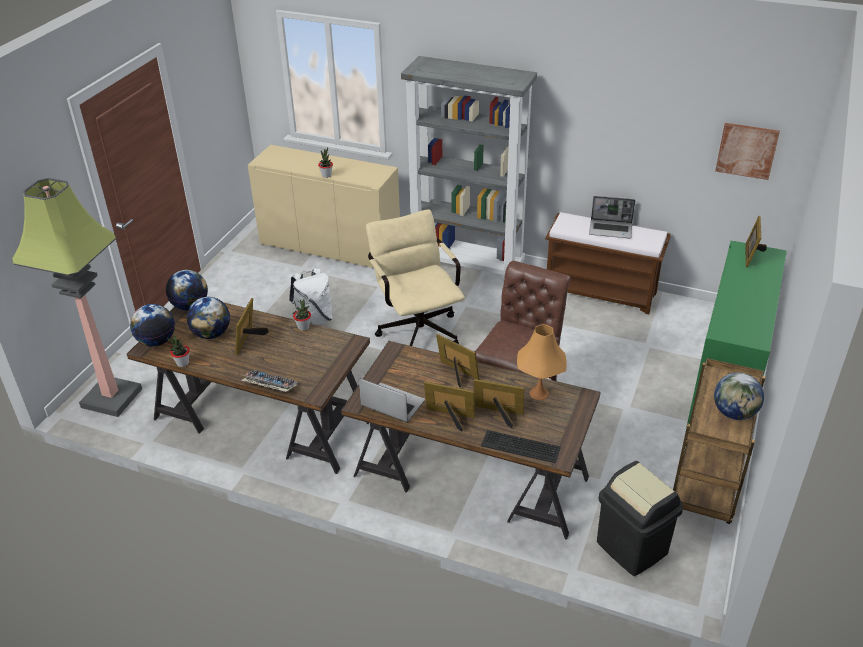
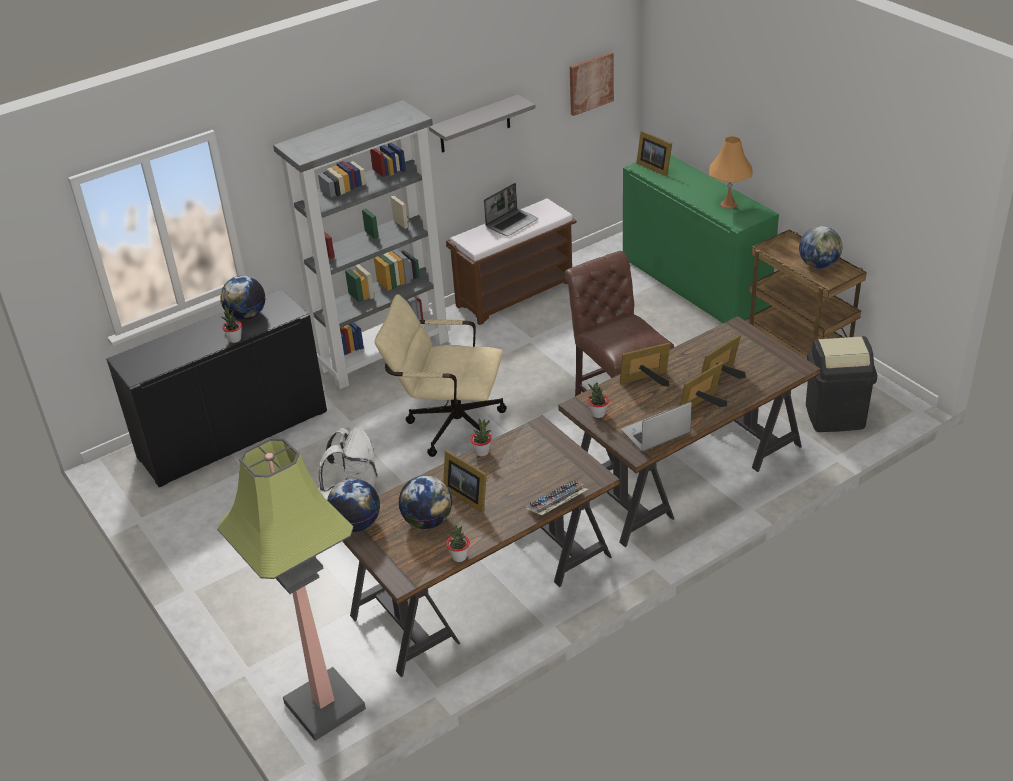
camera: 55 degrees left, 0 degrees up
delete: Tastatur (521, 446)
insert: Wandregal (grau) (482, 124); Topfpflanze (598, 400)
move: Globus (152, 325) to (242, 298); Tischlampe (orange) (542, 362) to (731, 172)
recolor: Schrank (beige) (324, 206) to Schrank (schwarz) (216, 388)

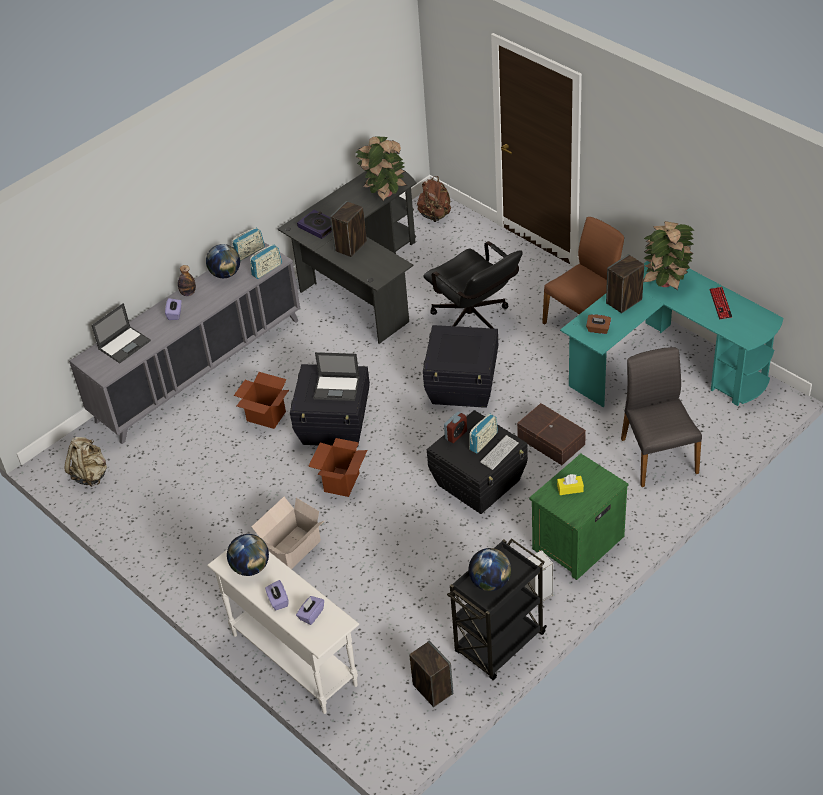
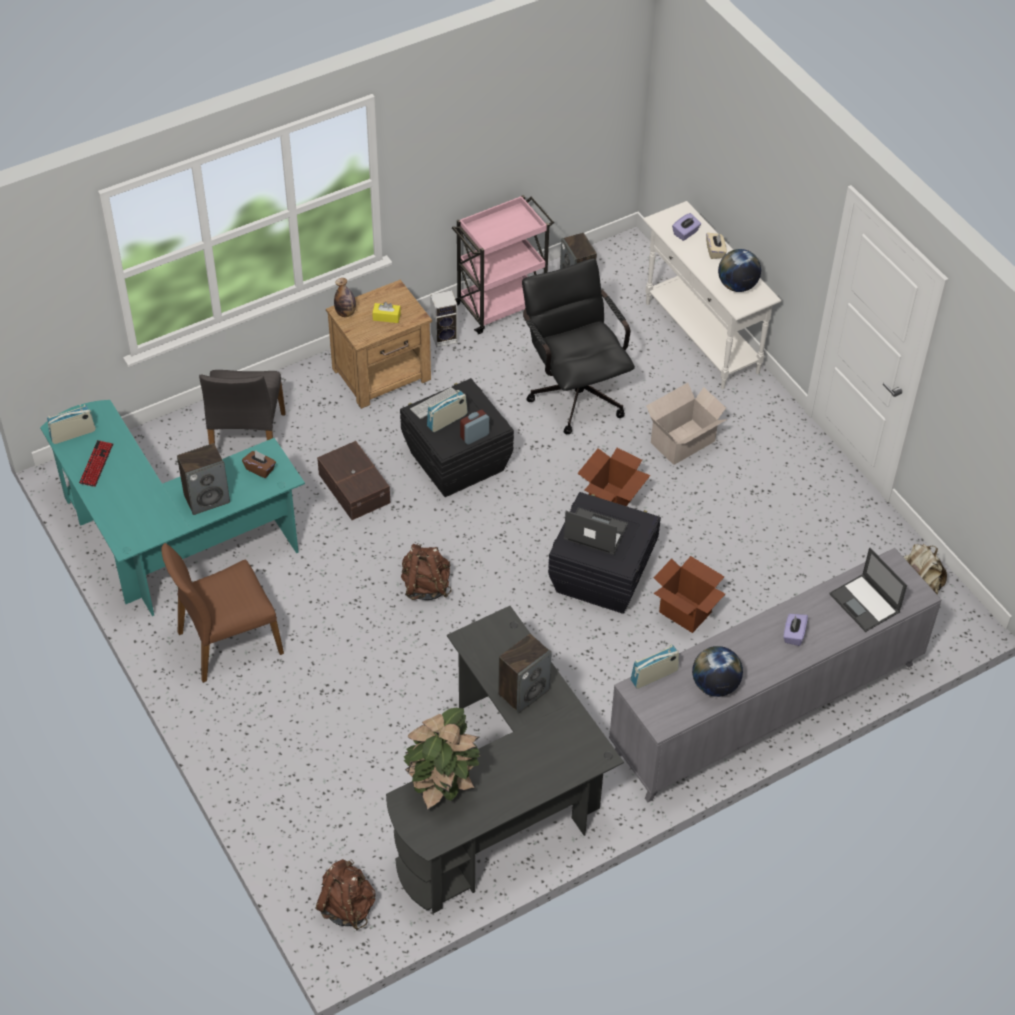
camera: 170 degrees left, 5 degrees up
delete: Buch (314, 224); Topfpflanze (668, 255); Globus (490, 569)
move: Radio (248, 244) to (71, 424); Bürostuhl (schwarz) (473, 285) to (578, 346); Flasche (187, 280) to (345, 297)
replace: Aufbewahrungsbox (schwarz) (461, 366) to Rucksack (braun) (426, 571)
recolor: Nachttisch (grün) (579, 517) to Nachttisch (braun) (379, 344); Rollwagen (schwarz) (497, 609) to Rollwagen (rosa) (503, 264); Taschentuchbox (lila) (277, 595) to Taschentuchbox (beige) (716, 245)
rotate: Laptop (121, 333) = (868, 590) 90 degrees counterclockwise

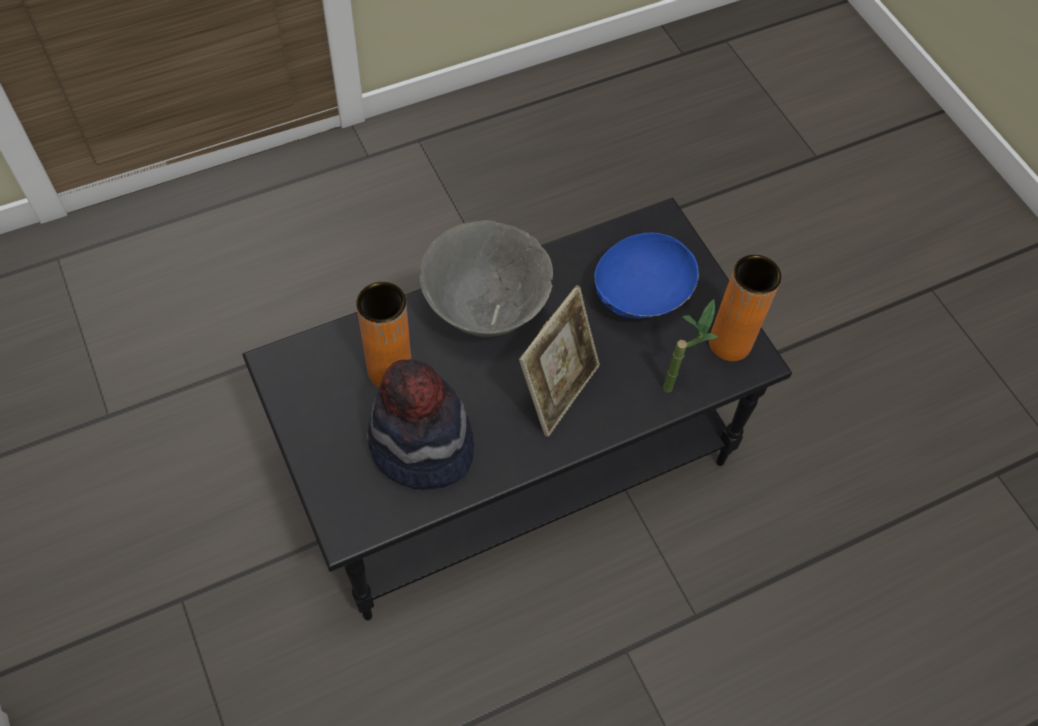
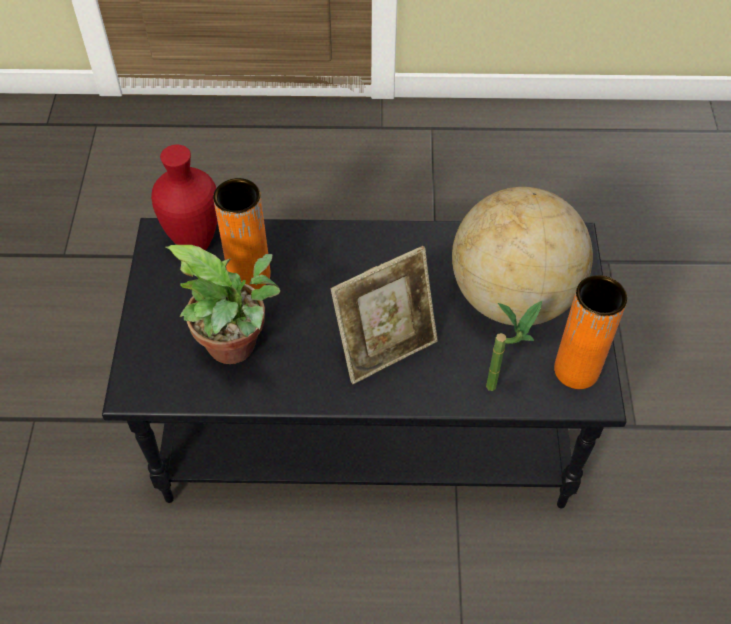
camera: 30 degrees right, 5 degrees down
delete: Schüssel (grau) (486, 279)
insert: Vase (rot) (184, 197)
replace: Schüssel (blau) (646, 276) to Globus (522, 256); Hut (420, 424) to Topfpflanze (222, 304)

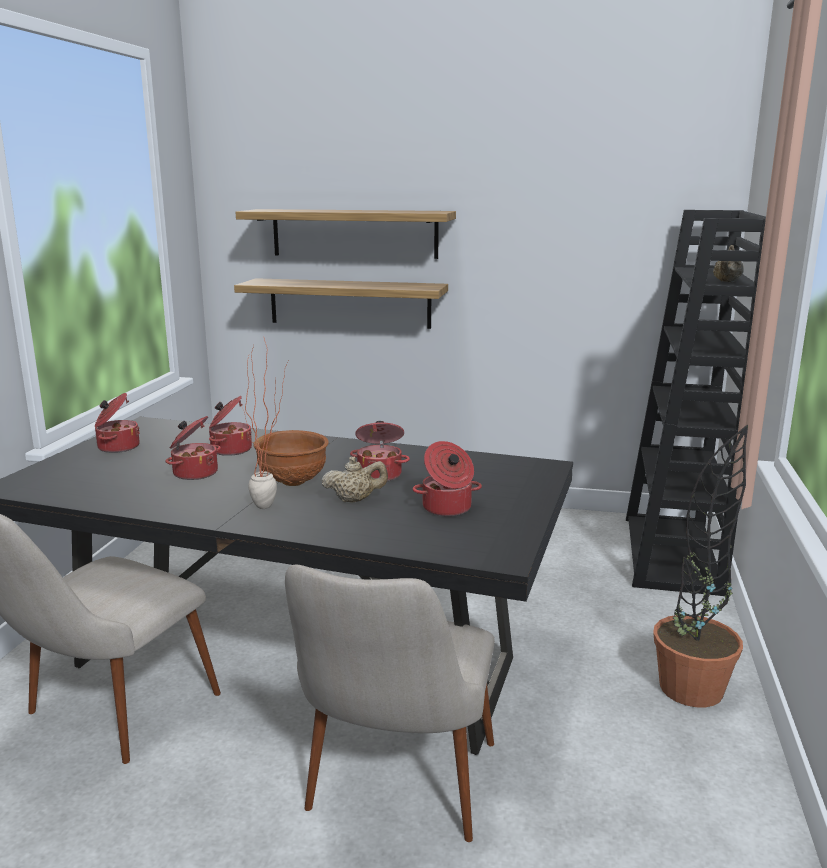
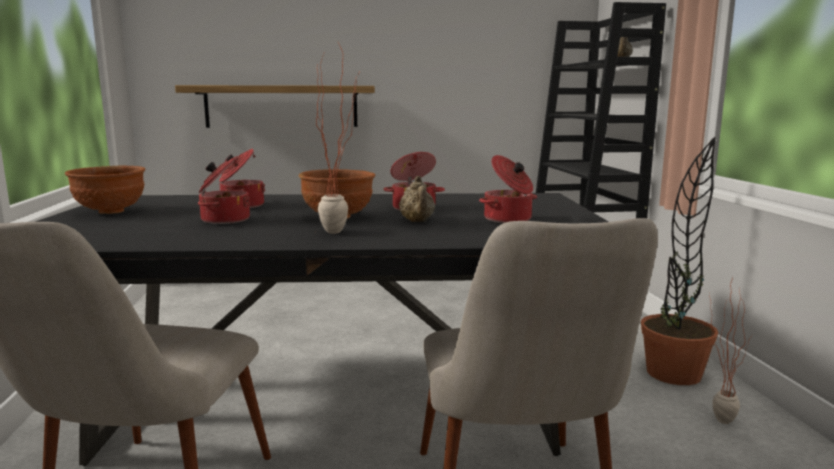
camera: 20 degrees left, 5 degrees down
delete: Wandregal (346, 234)
insert: Topfpflanze (730, 350)
replace: Kochtopf (117, 423) to Schüssel (braun) (105, 190)
rotate: Teekanne (beige) (354, 479) = (417, 199) 105 degrees clockwise

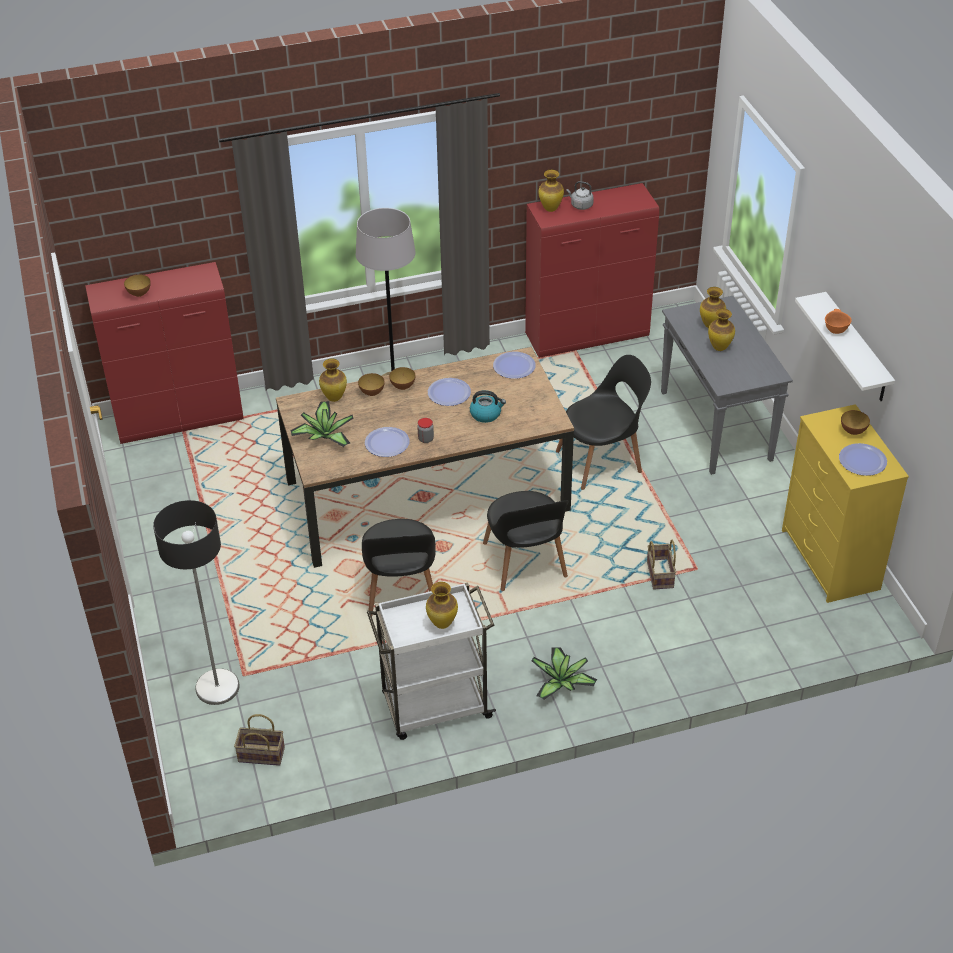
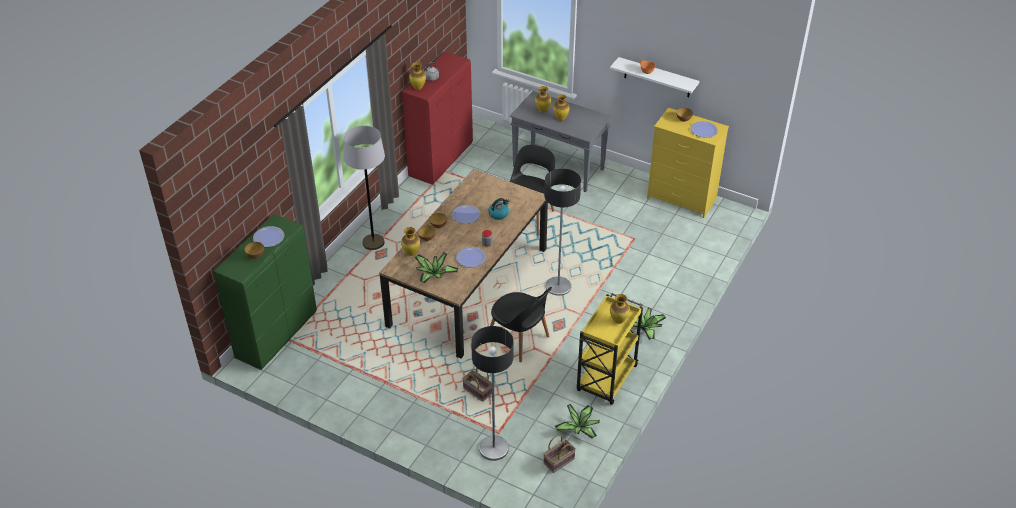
camera: 45 degrees left, 0 degrees up
insert: Topfpflanze (577, 421)
move: Teller (514, 365) to (268, 236); Korb (661, 564) to (477, 384)
replace: Stuhl (schwarz) (526, 541) to Stehlampe (562, 232)
recolor: Schrank (rot) (164, 353) to Schrank (grün) (265, 292); Rollwagen (weiß) (431, 661) to Rollwagen (gelb) (610, 349)

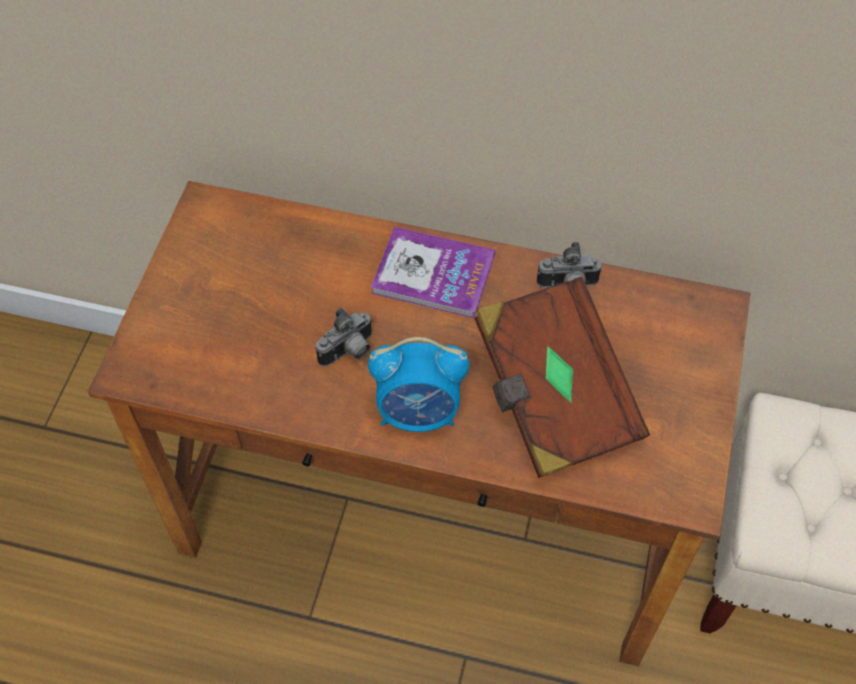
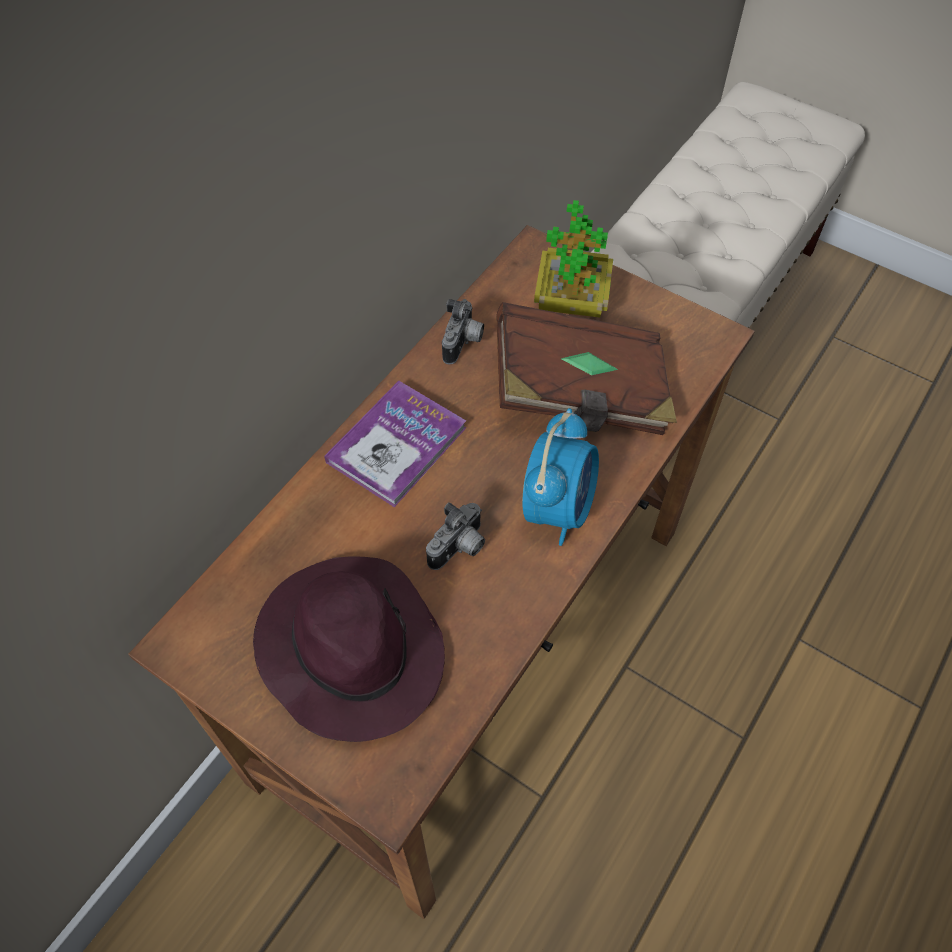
camera: 70 degrees left, 0 degrees up
insert: Topfpflanze (573, 259); Hut (lila) (349, 649)
rotate: Kamera (344, 337) = (455, 536) 60 degrees clockwise

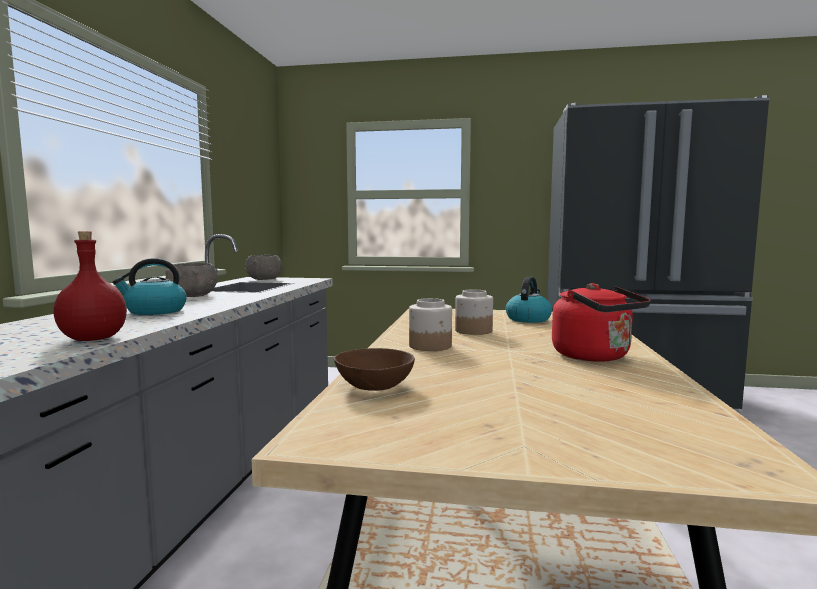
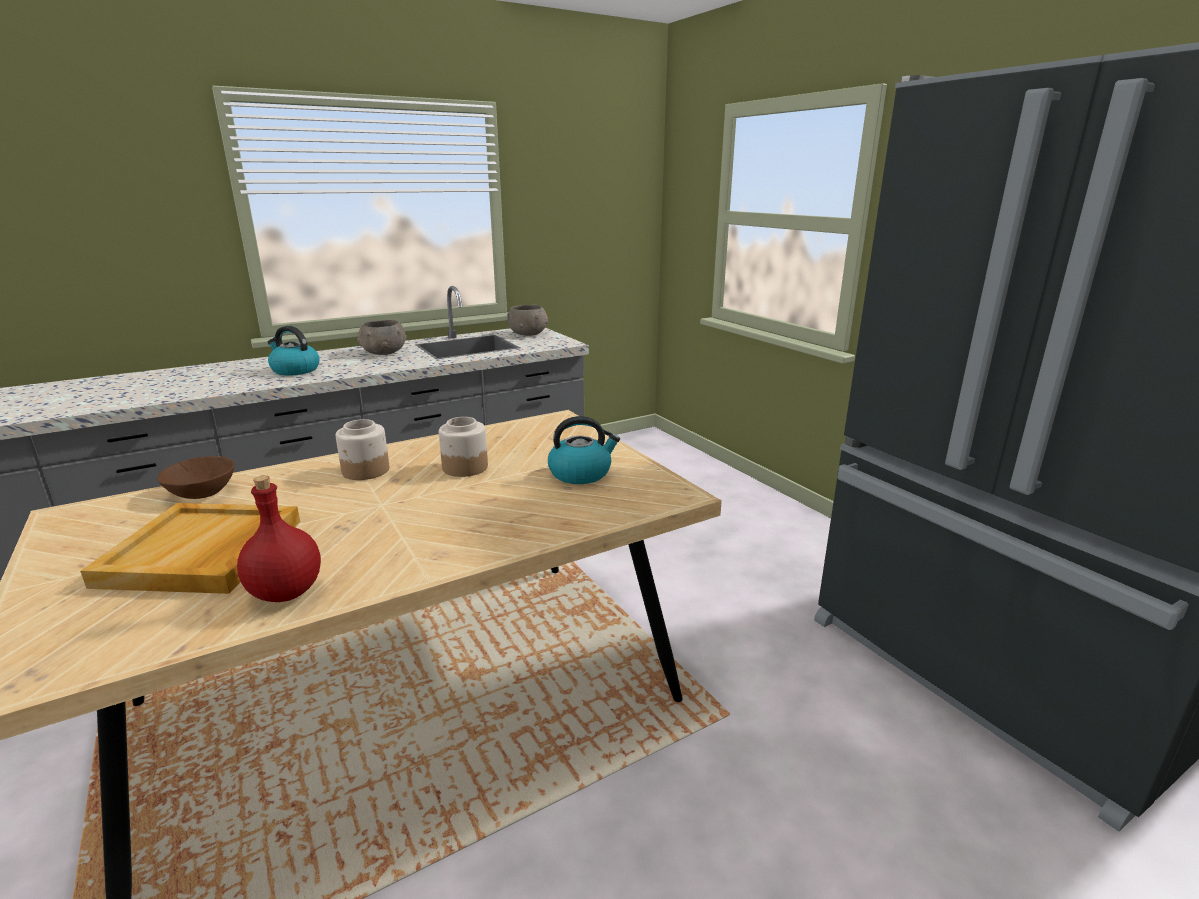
camera: 50 degrees right, 15 degrees up
delete: Wasserkessel (rot) (601, 322)
insert: Tablett (beige) (190, 548)
move: Flasche (rot) (90, 286) to (279, 538)

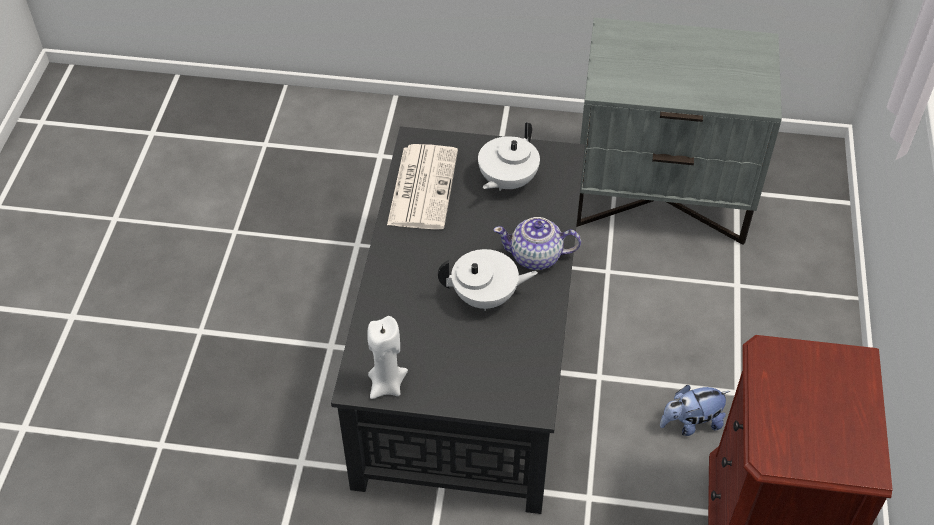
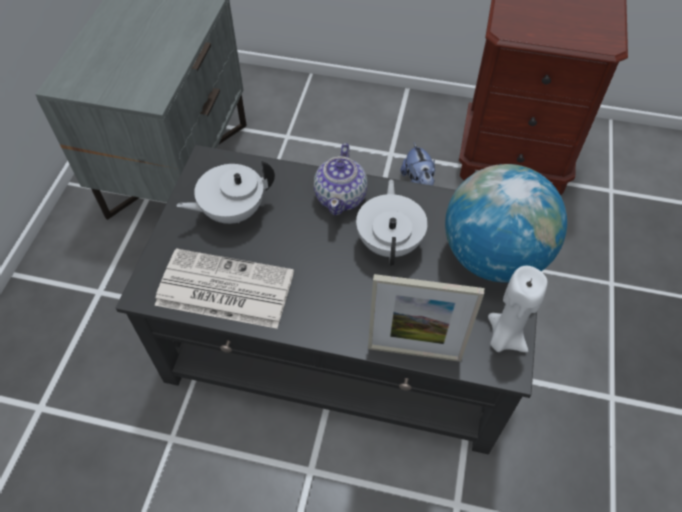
camera: 85 degrees left, 5 degrees up
insert: Globus (506, 223); Bilderrahmen (426, 318)
rotate: Teekanne (weiß) (509, 156) = (225, 192) 120 degrees clockwise

